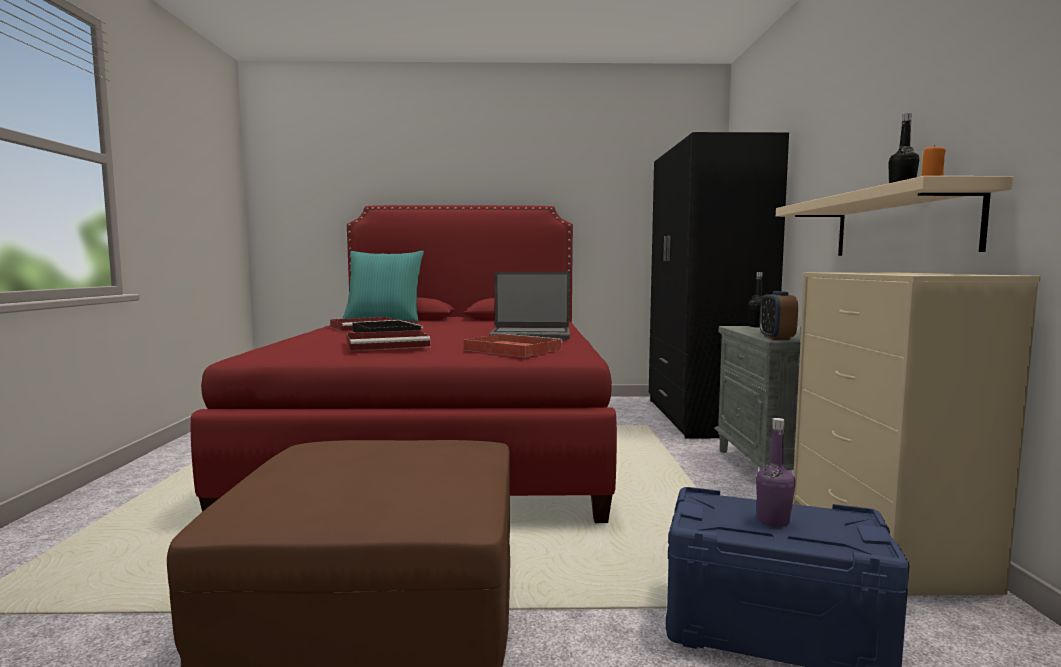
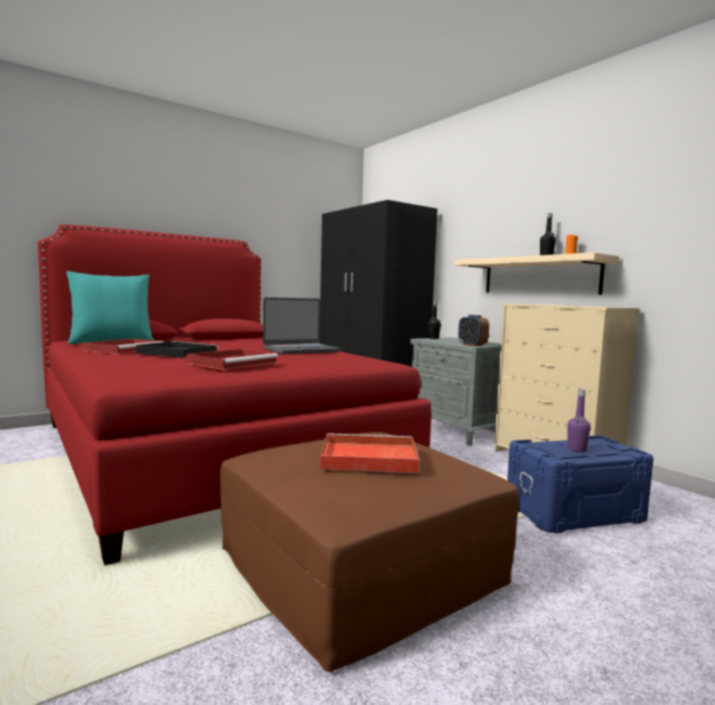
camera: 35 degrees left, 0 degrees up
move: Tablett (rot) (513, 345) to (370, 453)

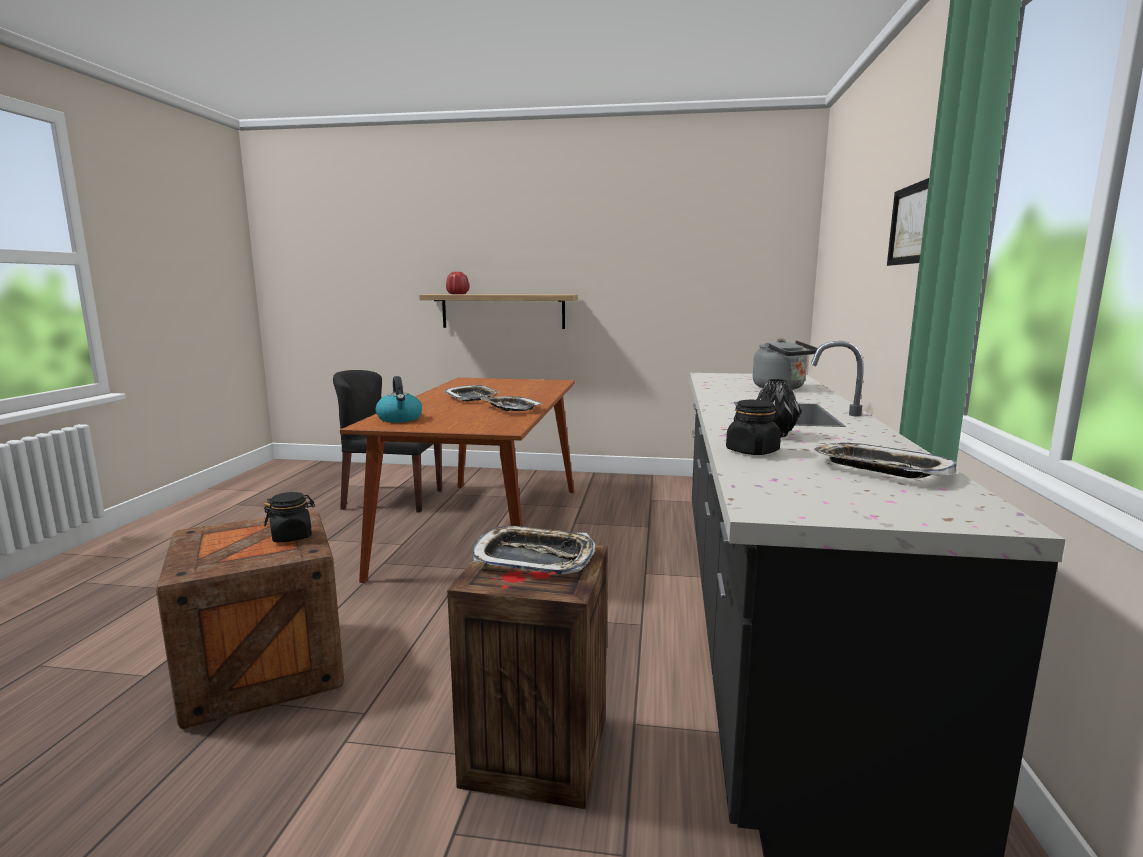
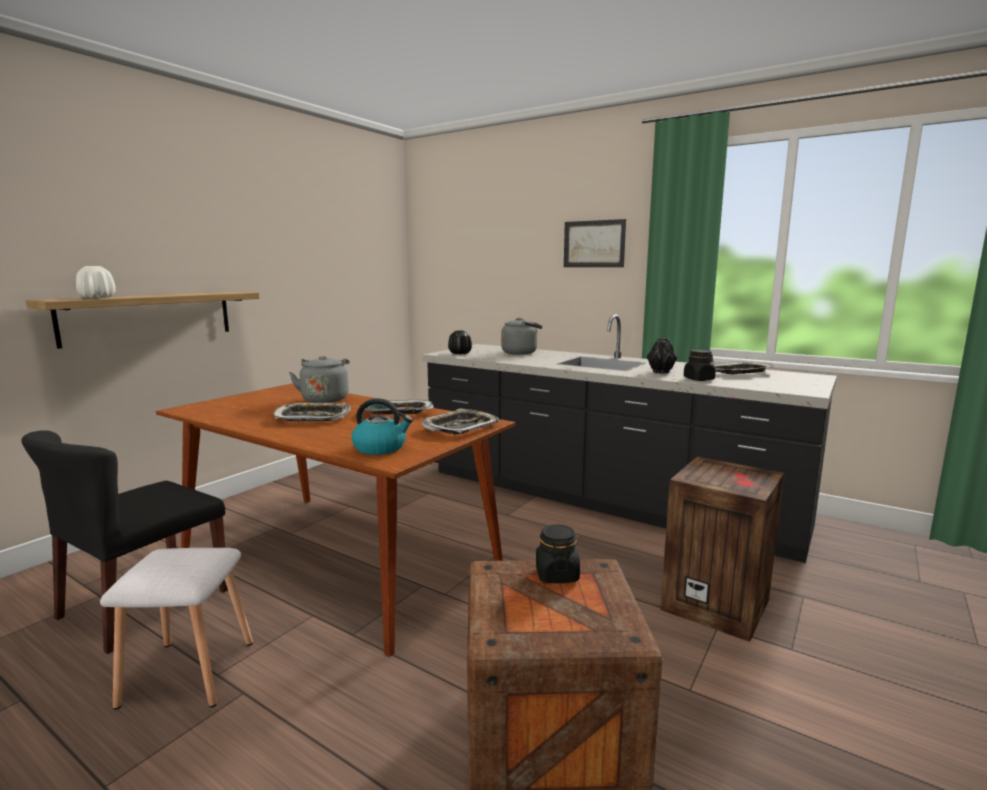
camera: 65 degrees left, 0 degrees up
insert: Vase (schwarz) (460, 342); Wasserkessel (grau) (319, 379); Hocker (weiß) (176, 629)
move: Tablett (534, 550) to (460, 421)
recolor: Vase (rot) (457, 283) to Vase (weiß) (96, 282)

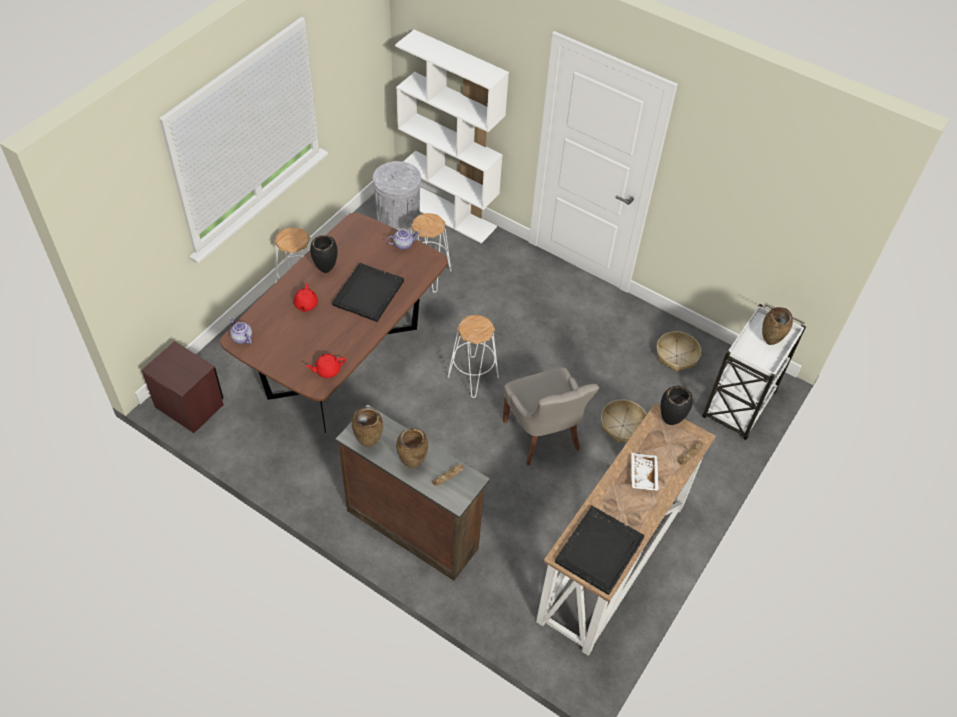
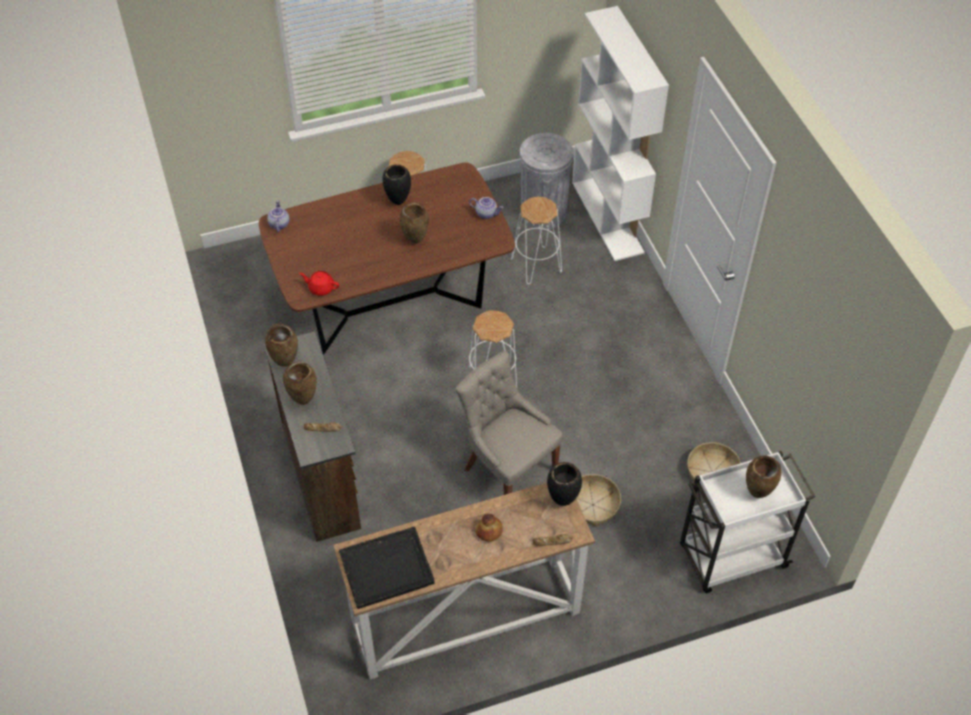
camera: 40 degrees right, 0 degrees up
delete: Teekanne (rot) (306, 297); Nachttisch (braun) (182, 387)
replace: Tablett (schwarz) (368, 292) to Vase (braun) (414, 223); Tablett (weiß) (645, 472) to Brot (489, 528)
rotate: Stuhl (grau) (551, 416) = (509, 423) 120 degrees clockwise

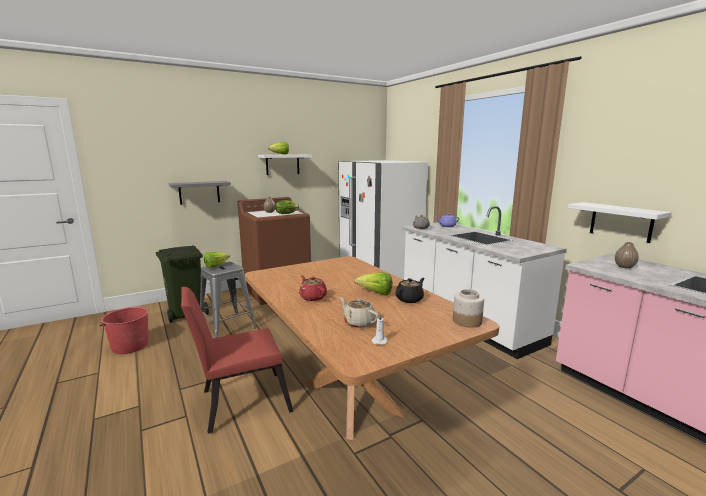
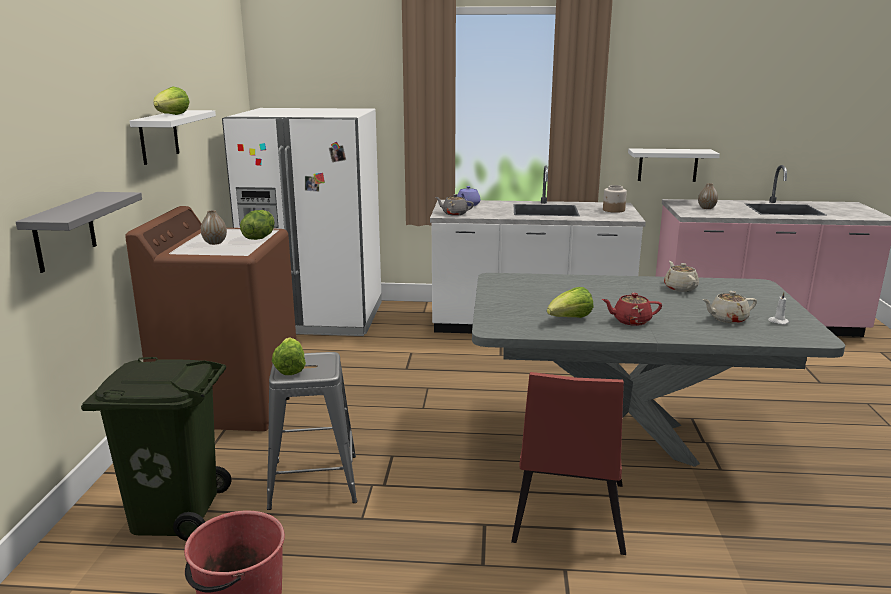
camera: 55 degrees left, 5 degrees up
move: Salatkopf (373, 284) to (570, 302); Vorratsglas (468, 308) to (615, 199)
recolor: Esstisch (braun) (372, 348) to Esstisch (grau) (658, 370); Teekanne (schwarz) (409, 290) to Teekanne (beige) (681, 276)

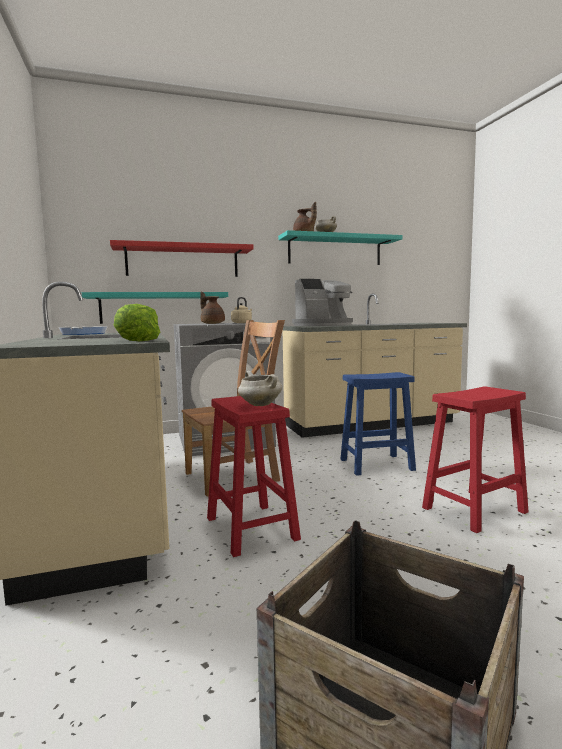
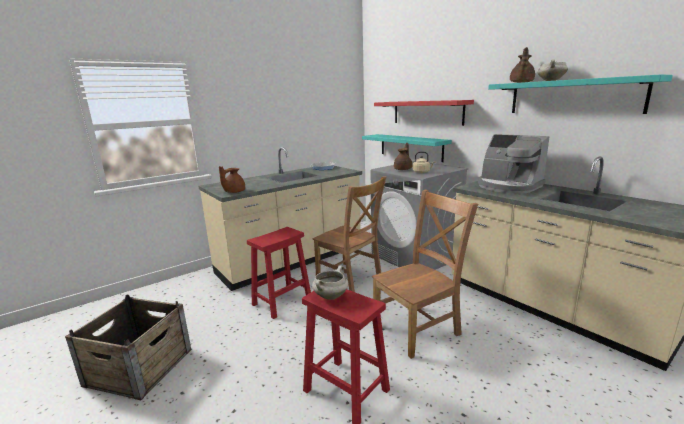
camera: 70 degrees right, 10 degrees up
move: Kochtopf (weiß) (260, 388) to (330, 282)
replace: Salatkopf (137, 322) to Teekanne (braun) (232, 179); Hocker (blau) (378, 424) to Stuhl (braun) (425, 274)

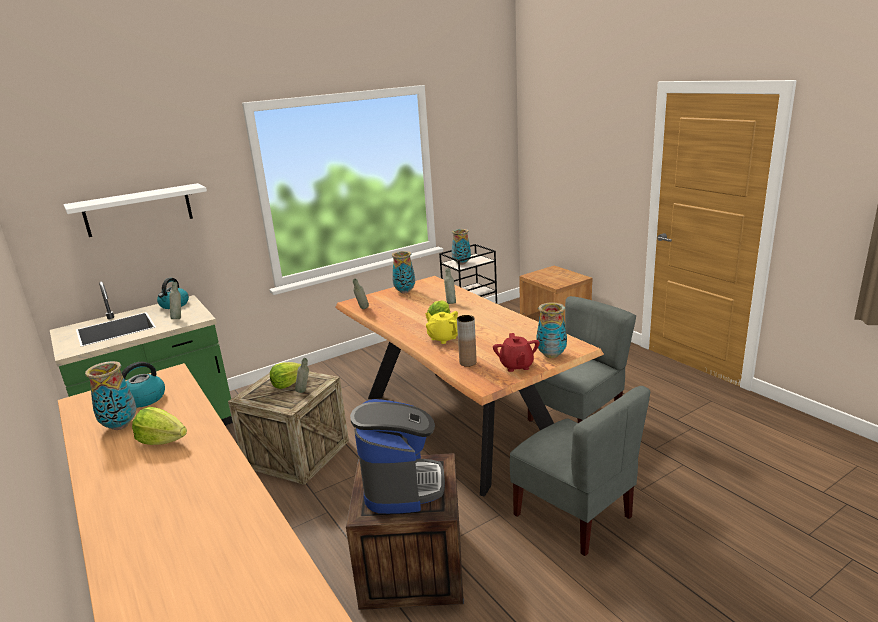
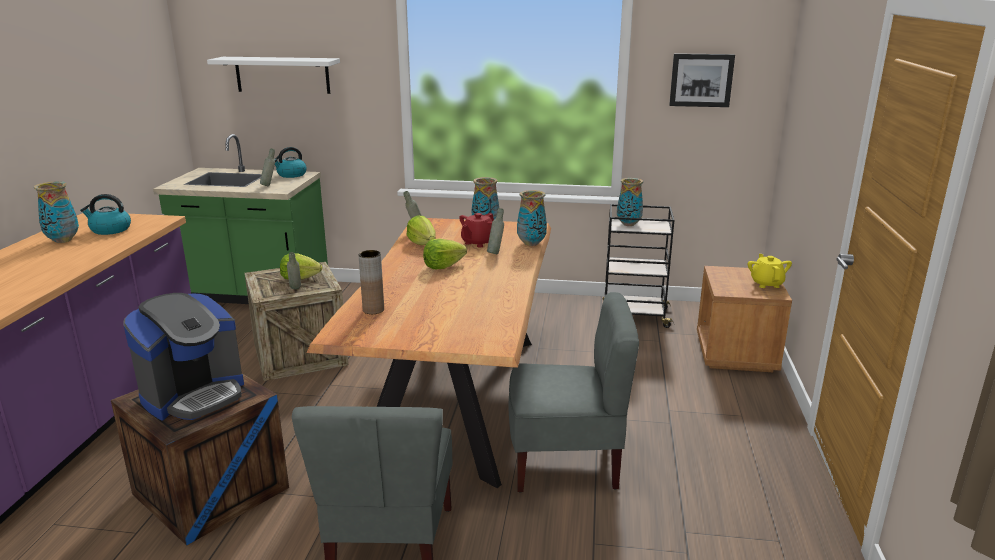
camera: 40 degrees right, 0 degrees up
insert: Bild (702, 80)
move: Vase (551, 330) to (532, 218); Teekanne (gelb) (441, 327) to (770, 271); Teekanne (rot) (516, 352) to (476, 230); Salatkopf (159, 426) to (421, 230)

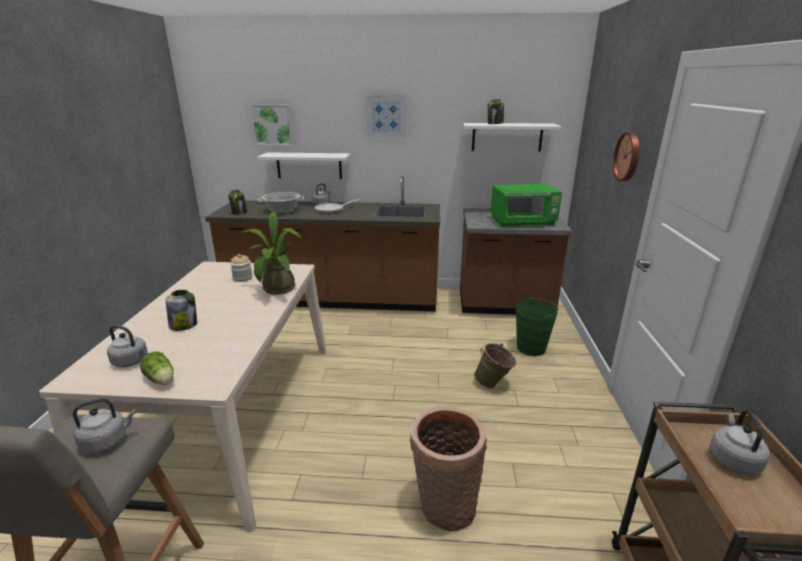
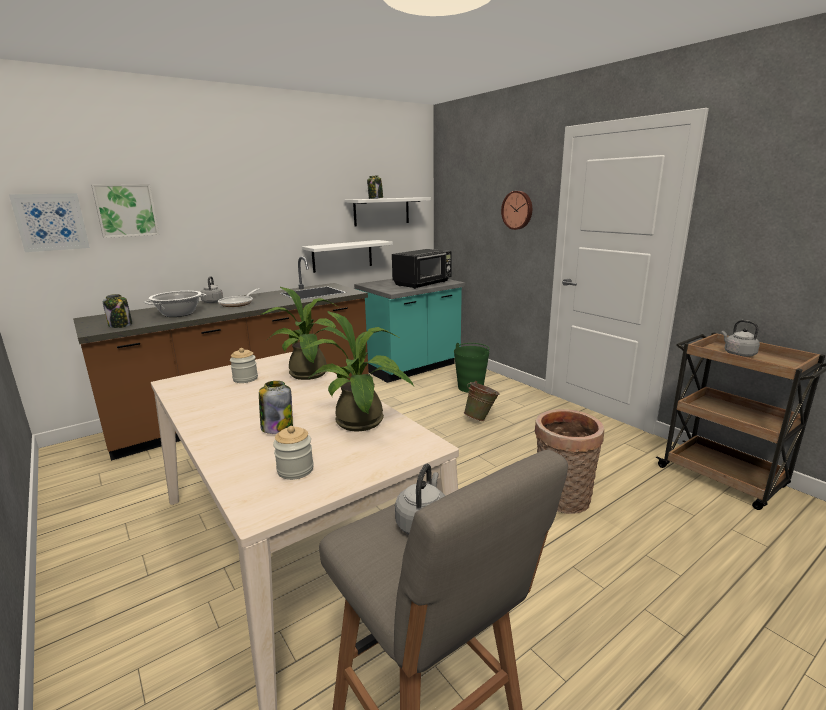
camera: 40 degrees left, 5 degrees down
delete: Salatkopf (157, 368)
insert: Topfpflanze (358, 371)
move: Bild (386, 116) to (49, 222); Wandregal (weiß) (303, 165) to (347, 256)
replace: Wasserkessel (grau) (127, 346) to Vorratsglas (293, 453)
recolor: Mikrowelle (grün) (526, 205) to Mikrowelle (schwarz) (422, 269); Küchenzeile (braun) (516, 261) to Küchenzeile (türkis) (409, 331)

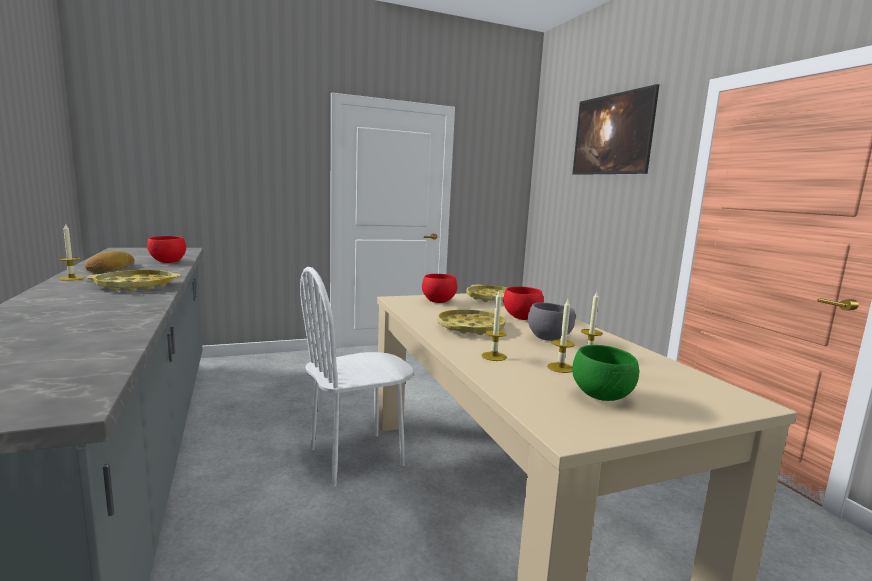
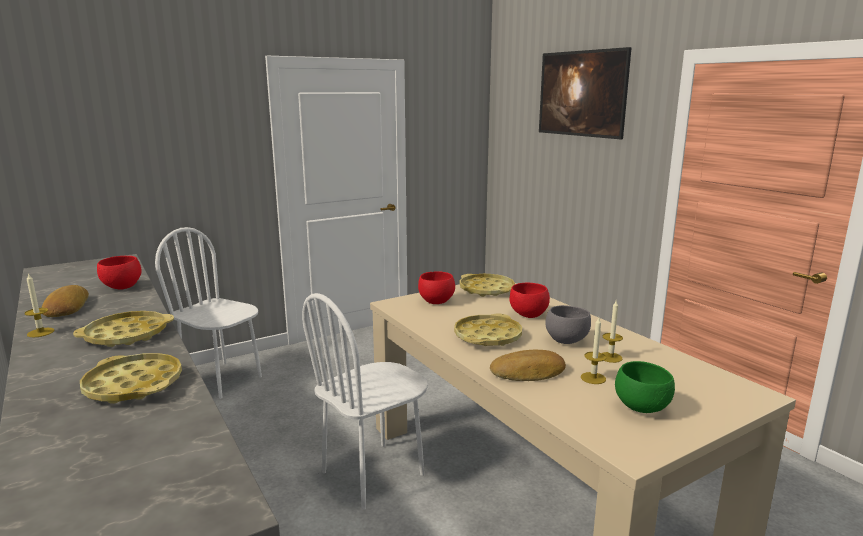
camera: 10 degrees left, 5 degrees up
insert: Stuhl (weiß) (208, 313); Tablett (gelb) (131, 378)
replace: Kerze (494, 326) to Brot (528, 365)

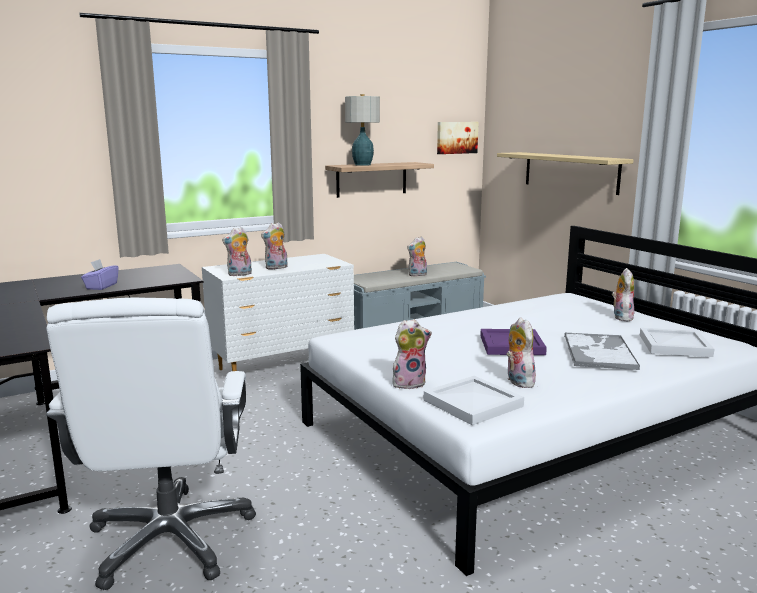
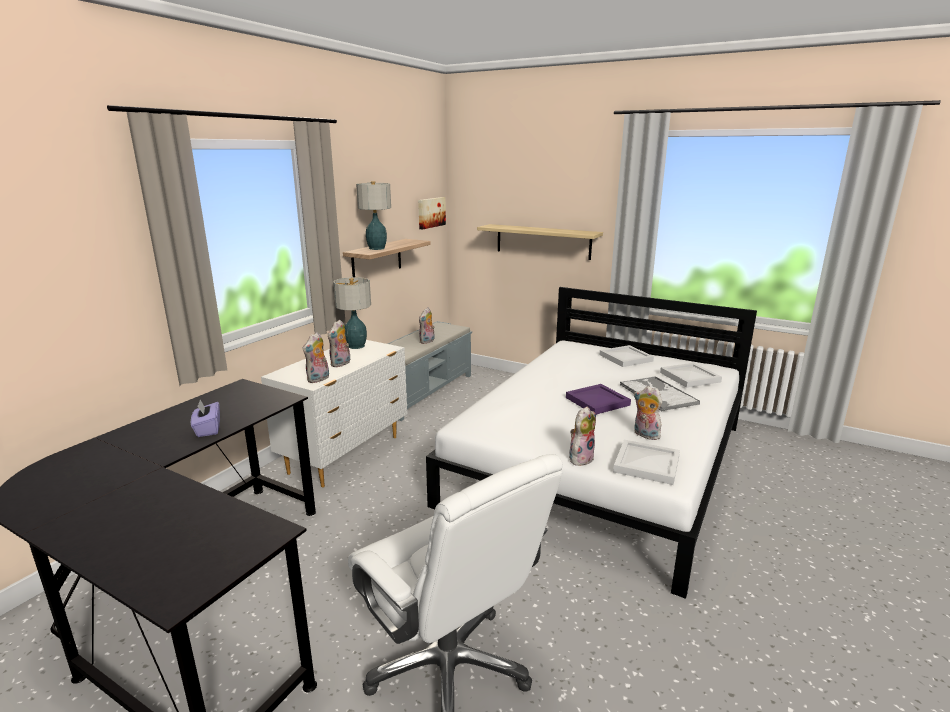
camera: 30 degrees left, 5 degrees up
insert: Tischlampe (352, 313)
replace: Plüschtier (623, 294) to Tablett (weiß) (627, 356)

